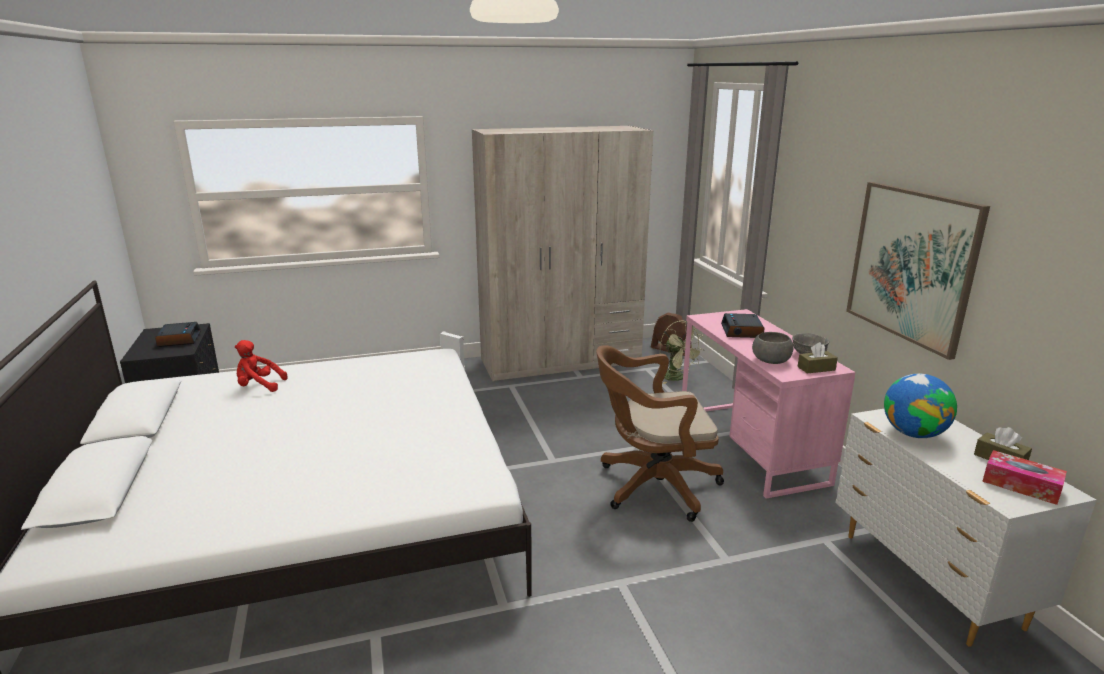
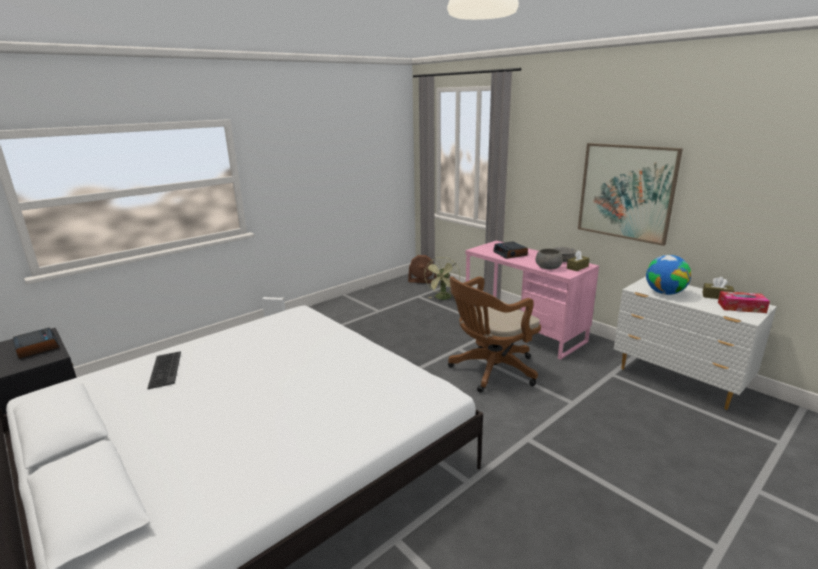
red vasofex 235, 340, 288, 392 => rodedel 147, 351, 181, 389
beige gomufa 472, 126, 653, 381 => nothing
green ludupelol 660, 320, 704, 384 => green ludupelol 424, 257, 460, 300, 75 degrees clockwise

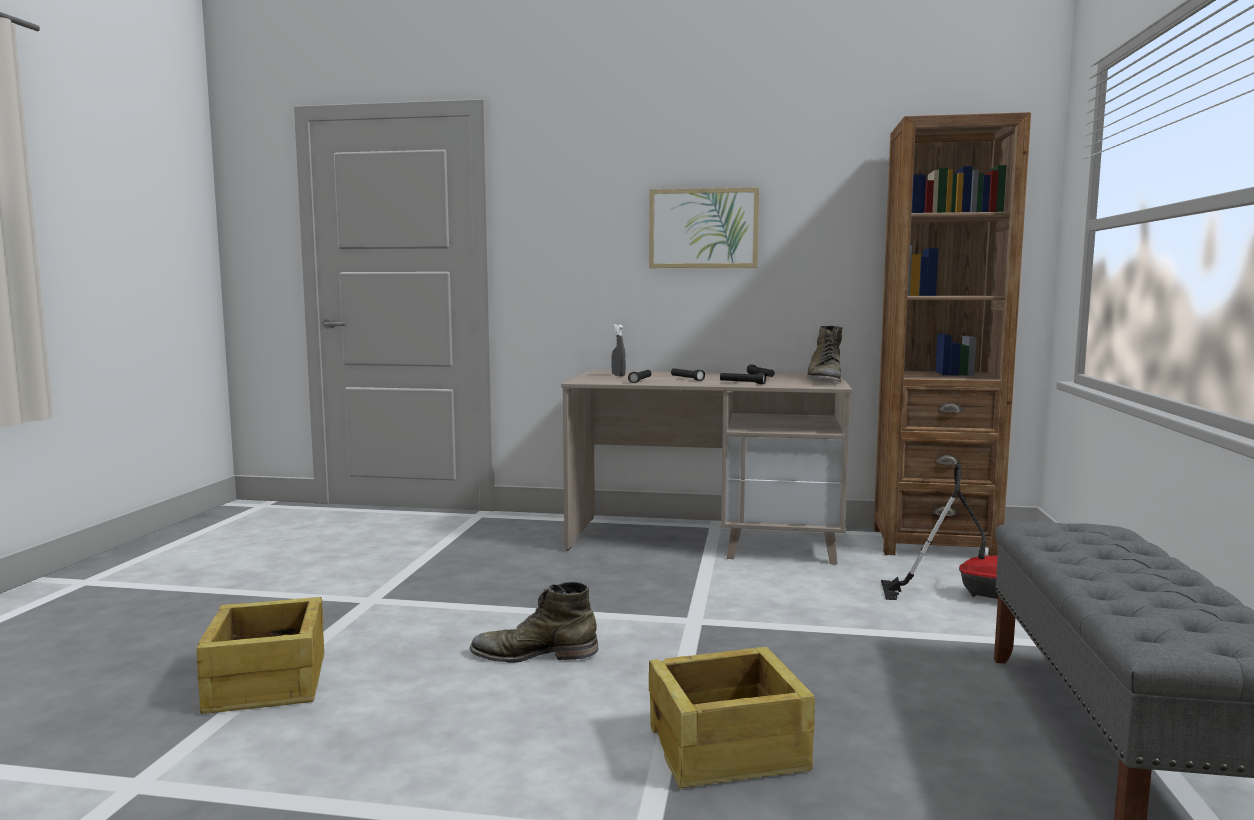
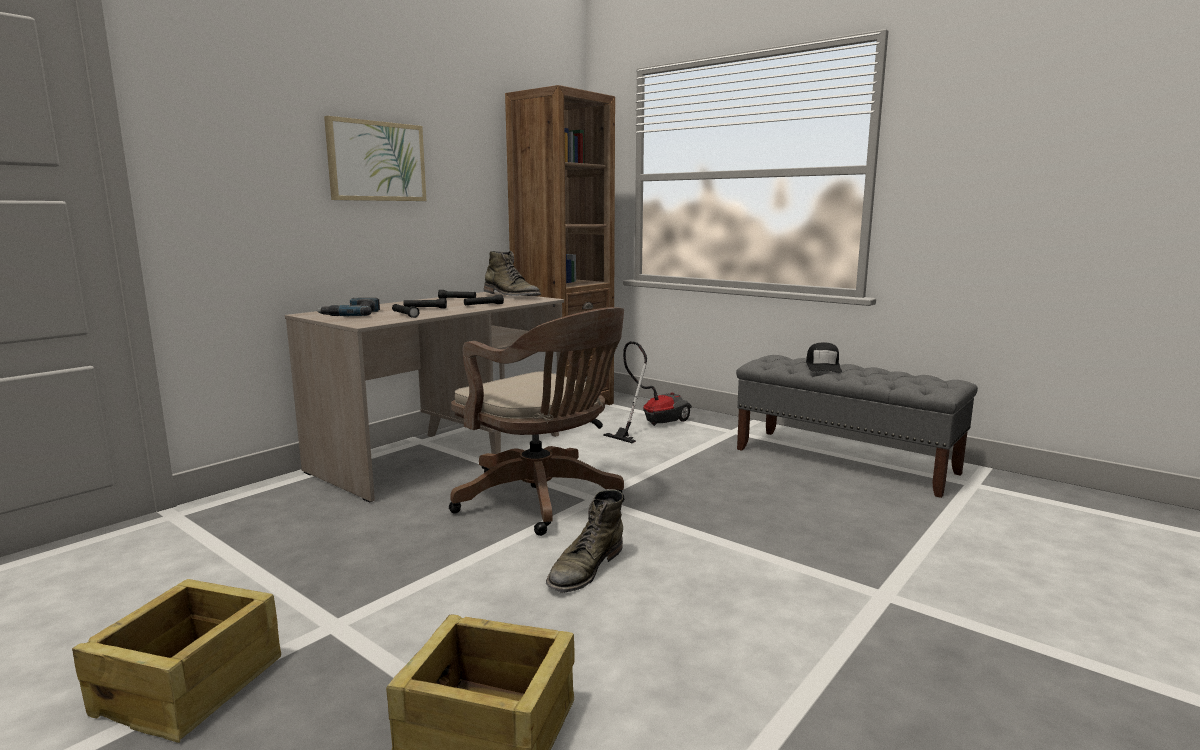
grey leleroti 611, 324, 626, 376 => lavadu 316, 298, 380, 316
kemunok 649, 647, 815, 790 => kemunok 72, 579, 281, 743, moved
nothing => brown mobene 449, 307, 624, 536
nothing => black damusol 806, 342, 842, 372

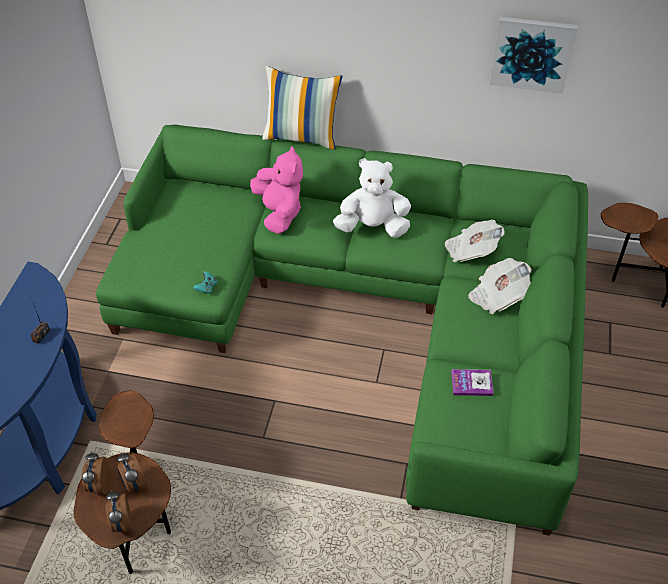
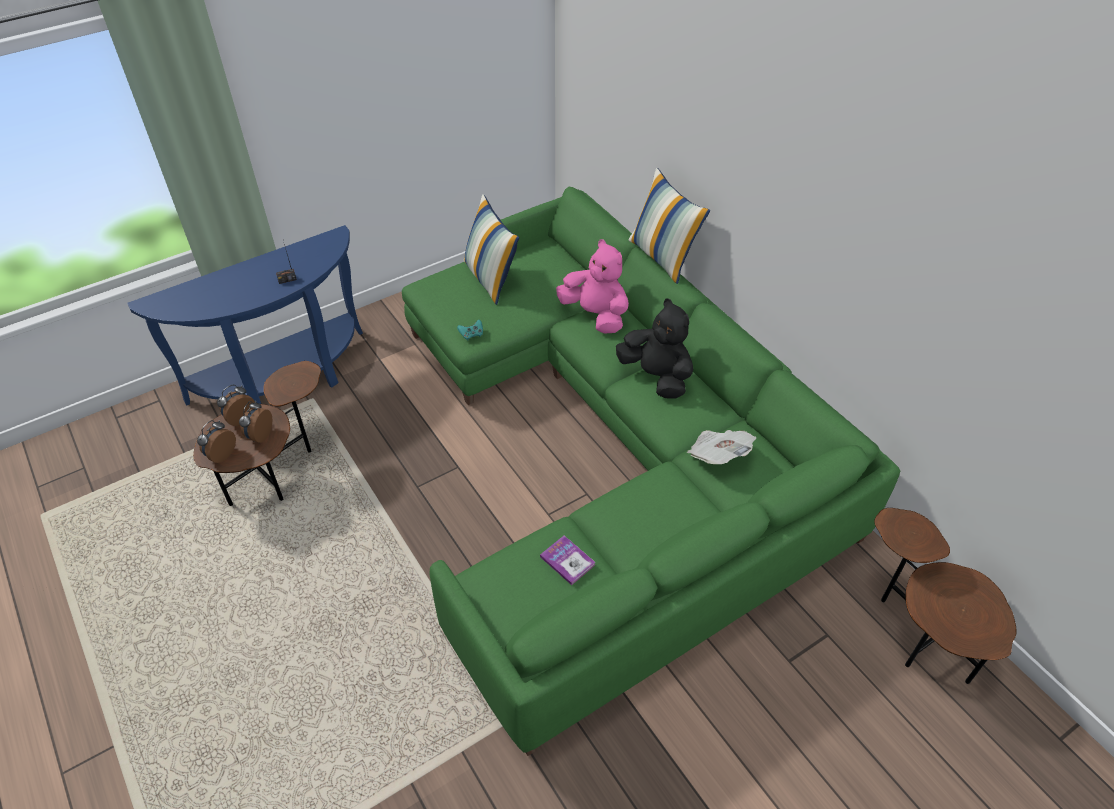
pink vasofex 250, 146, 303, 234 => pink vasofex 556, 239, 629, 334, 75 degrees counterclockwise
white vasofex 333, 158, 411, 238 => black vasofex 616, 298, 693, 398
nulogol 468, 258, 532, 314 => nothing
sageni 489, 17, 577, 94 => nothing
nothing => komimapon 464, 194, 519, 305

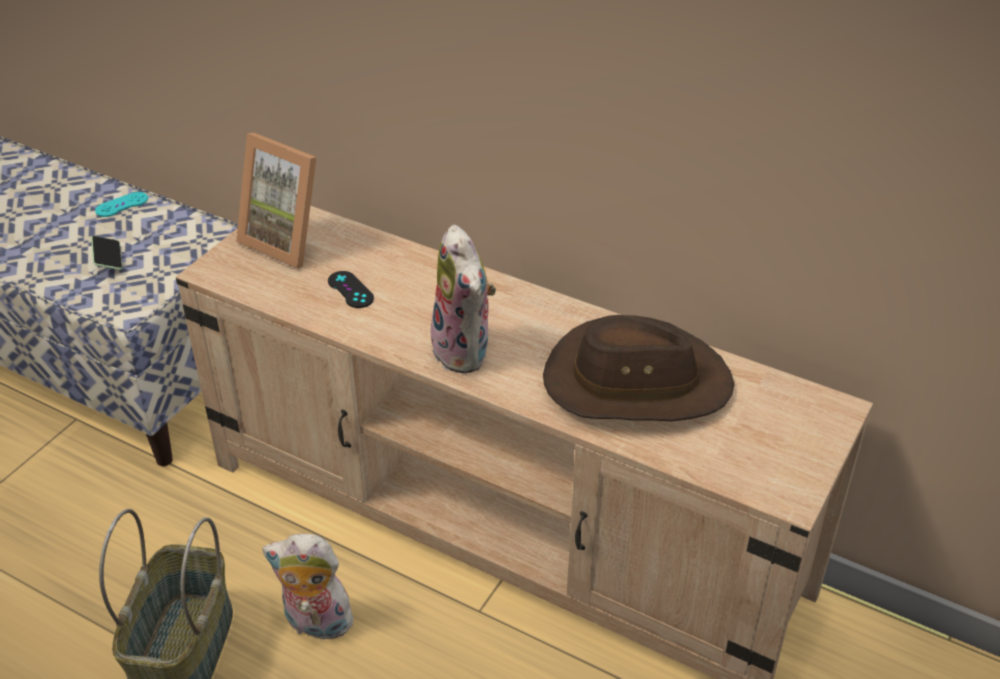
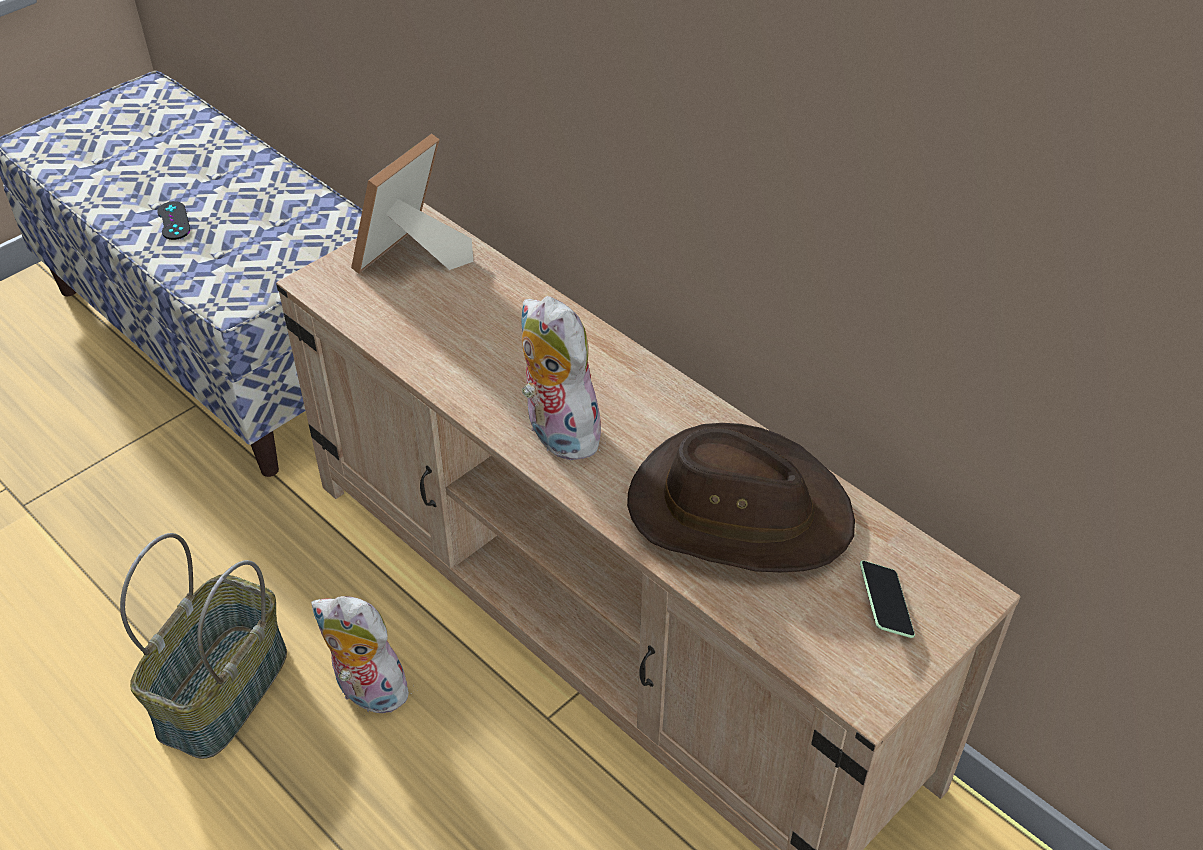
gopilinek 91, 236, 123, 270 => gopilinek 860, 560, 915, 638, moved
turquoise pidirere 95, 192, 148, 217 => nothing
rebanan 236, 132, 316, 269 => rebanan 351, 133, 473, 274, 75 degrees clockwise
black pidirere 328, 271, 374, 308 => black pidirere 157, 201, 190, 240, moved
vasofex 430, 225, 496, 373 => vasofex 522, 296, 602, 460, 150 degrees clockwise

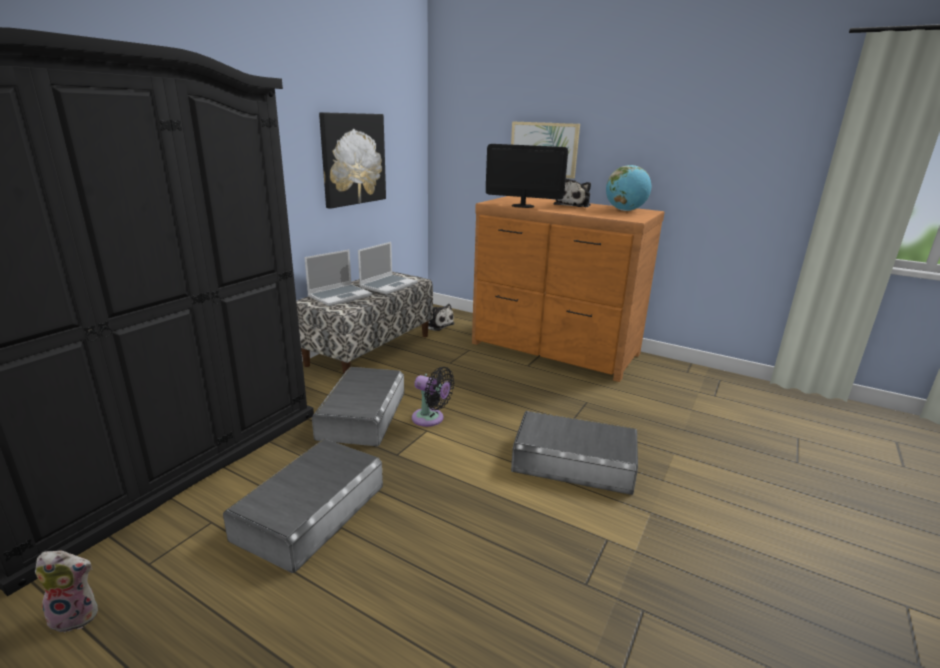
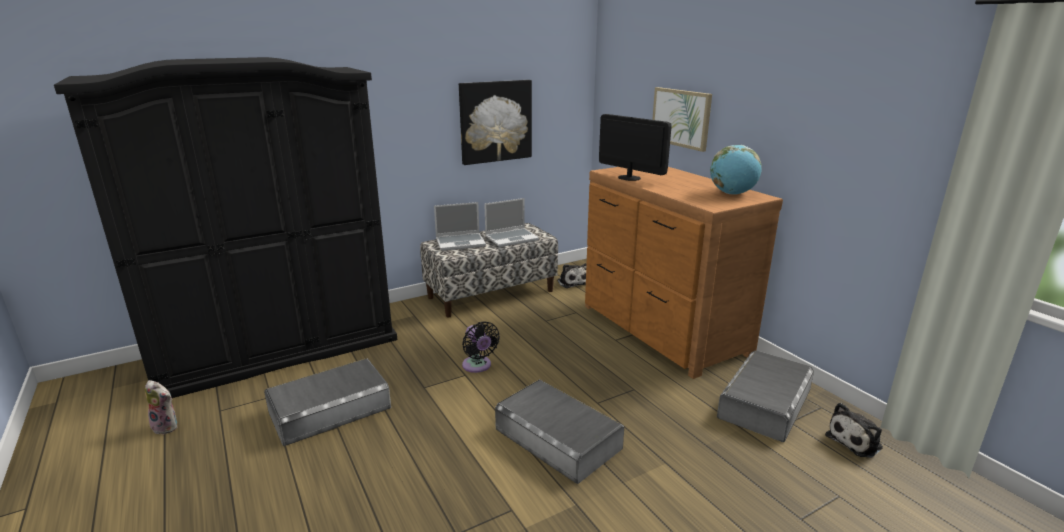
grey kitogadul 312, 367, 404, 446 => grey kitogadul 717, 350, 814, 442, moved
vasofex 554, 178, 591, 208 => vasofex 825, 403, 883, 458, moved

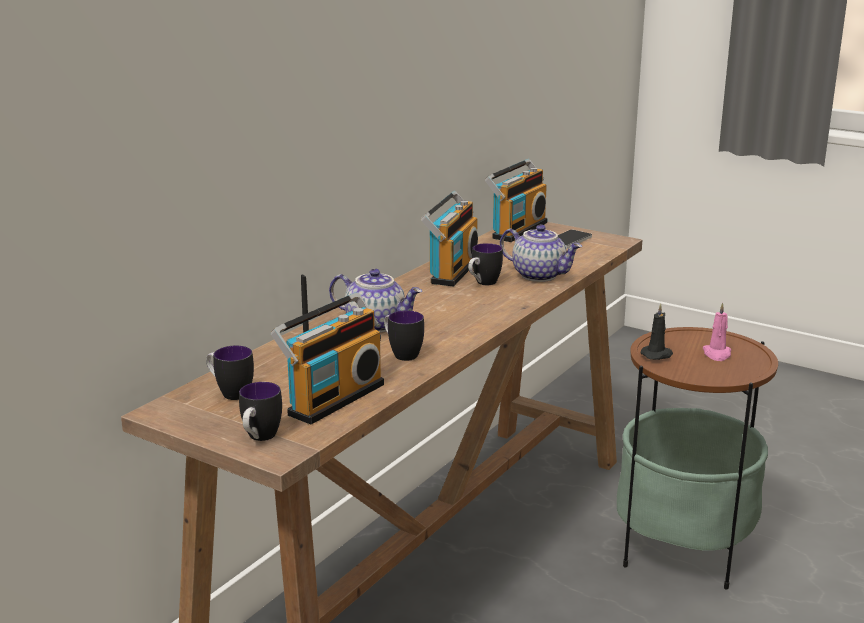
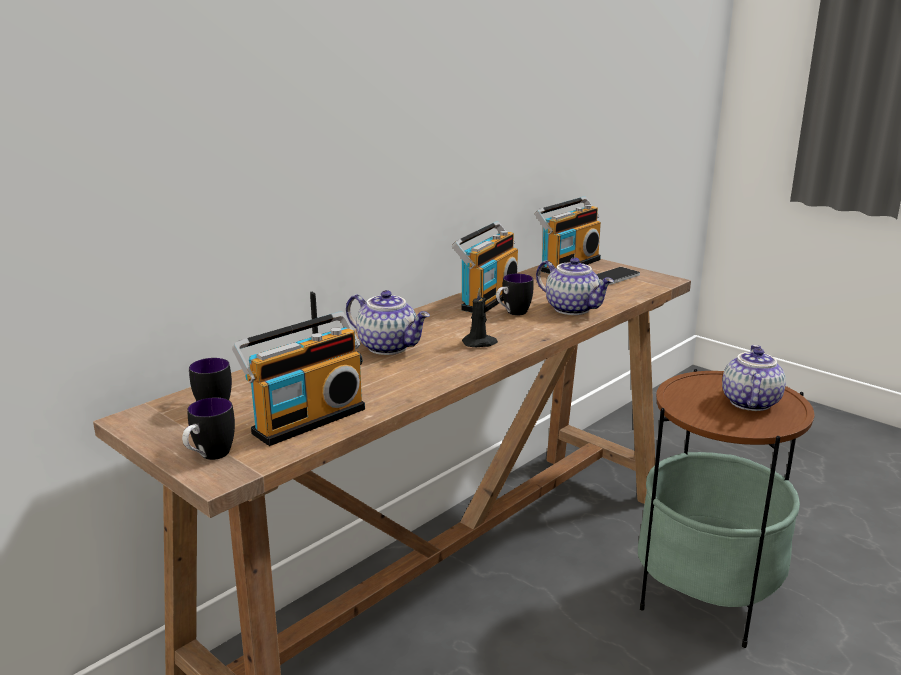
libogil 384, 310, 424, 361 => nothing
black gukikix 641, 304, 673, 360 => black gukikix 462, 287, 498, 347, moved
pink gukikix 703, 302, 731, 361 => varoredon 722, 345, 786, 411

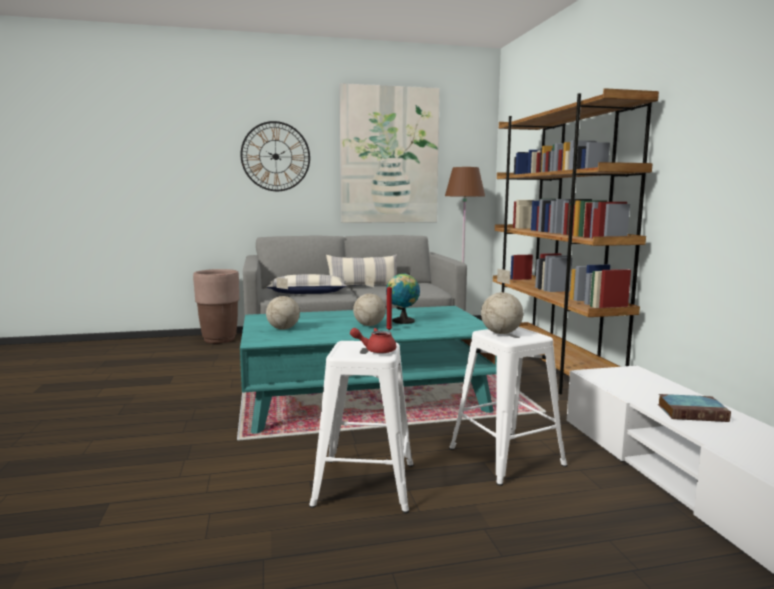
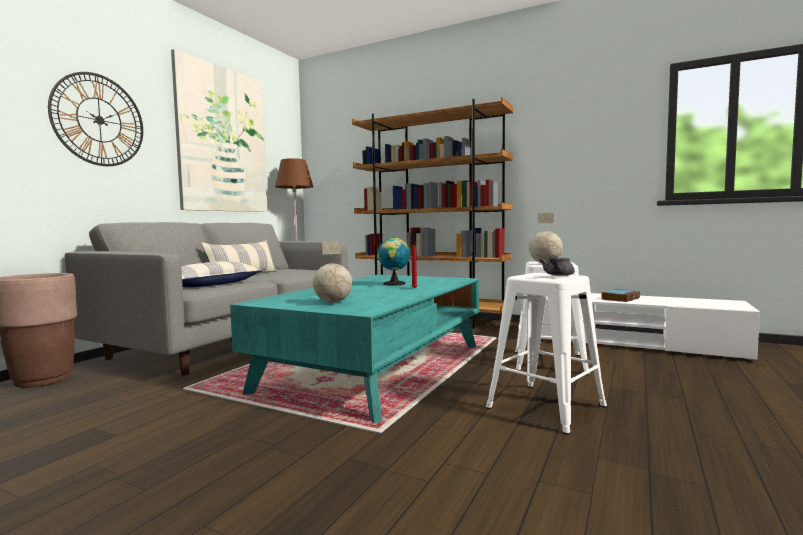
red varoredon 350, 328, 396, 353 => grey varoredon 540, 255, 574, 276
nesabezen 353, 275, 386, 326 => nothing

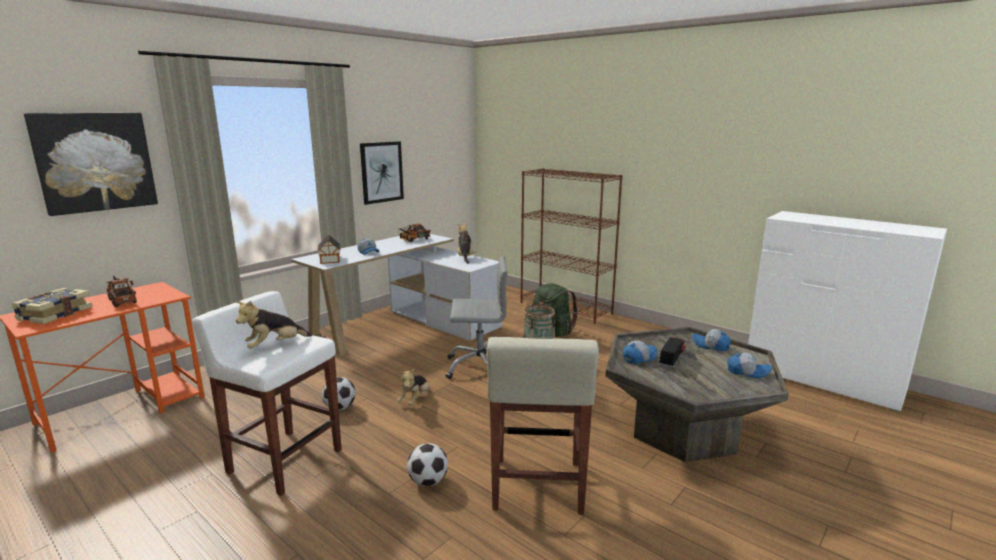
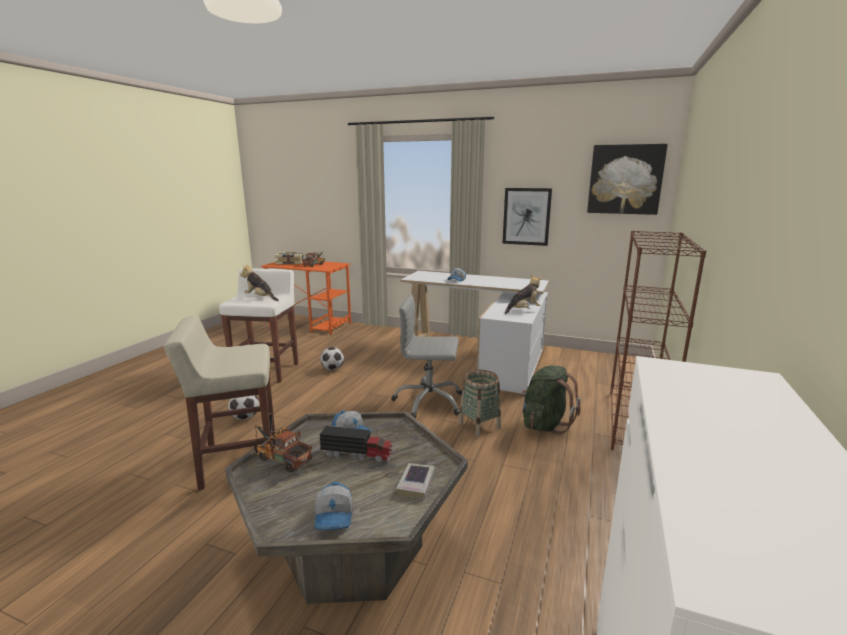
sageni 24, 113, 158, 216 => sageni 587, 144, 668, 215, moved
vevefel 318, 235, 340, 264 => nothing
vasofex 397, 369, 429, 405 => nothing
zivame 398, 223, 431, 242 => zivame 254, 425, 312, 472, moved
grey mobene 445, 256, 508, 379 => grey mobene 391, 294, 462, 419, 120 degrees clockwise
damusol 692, 329, 731, 351 => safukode 396, 463, 435, 498

